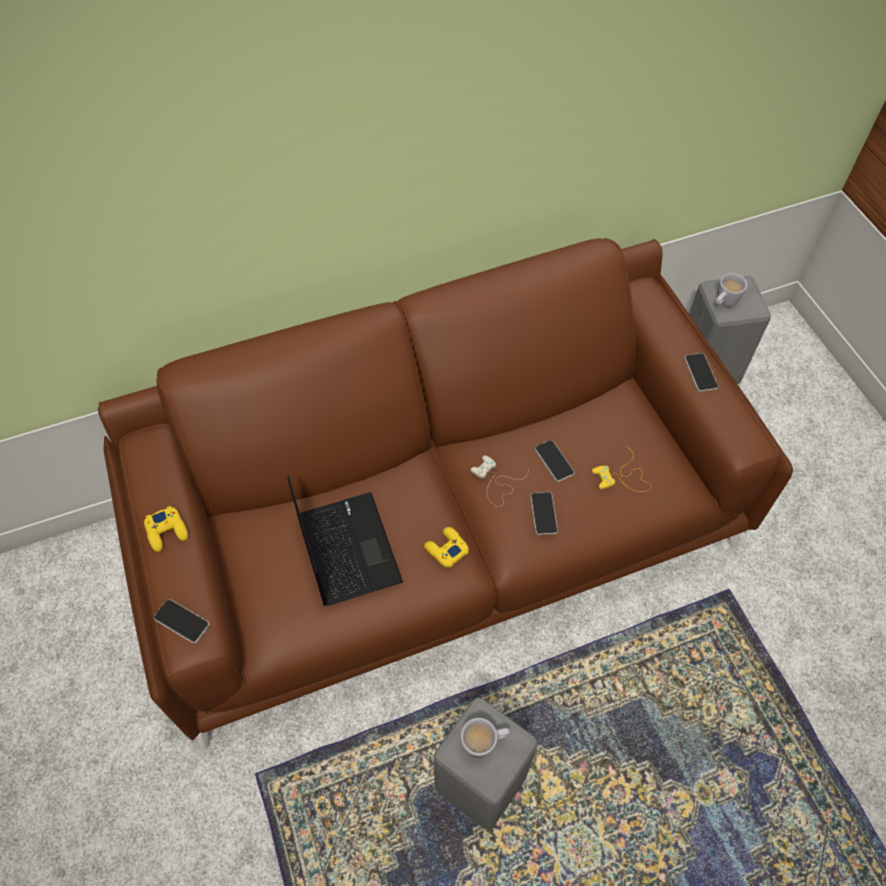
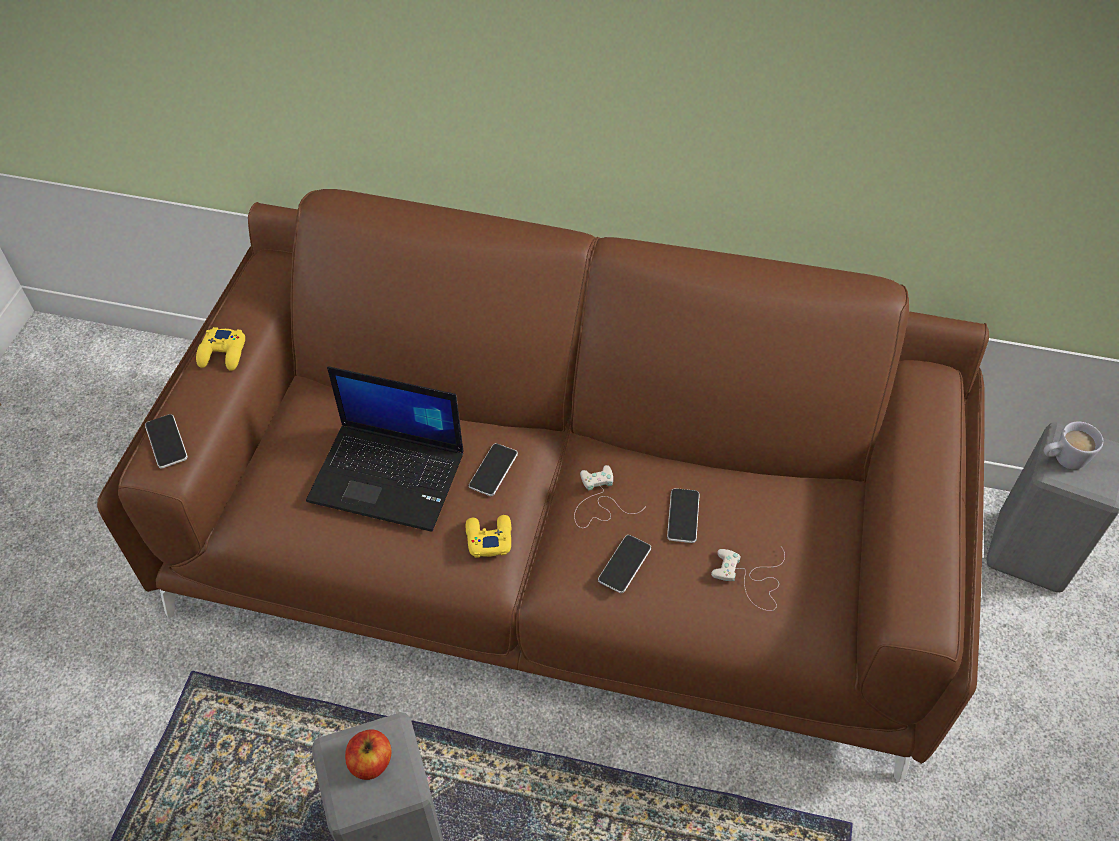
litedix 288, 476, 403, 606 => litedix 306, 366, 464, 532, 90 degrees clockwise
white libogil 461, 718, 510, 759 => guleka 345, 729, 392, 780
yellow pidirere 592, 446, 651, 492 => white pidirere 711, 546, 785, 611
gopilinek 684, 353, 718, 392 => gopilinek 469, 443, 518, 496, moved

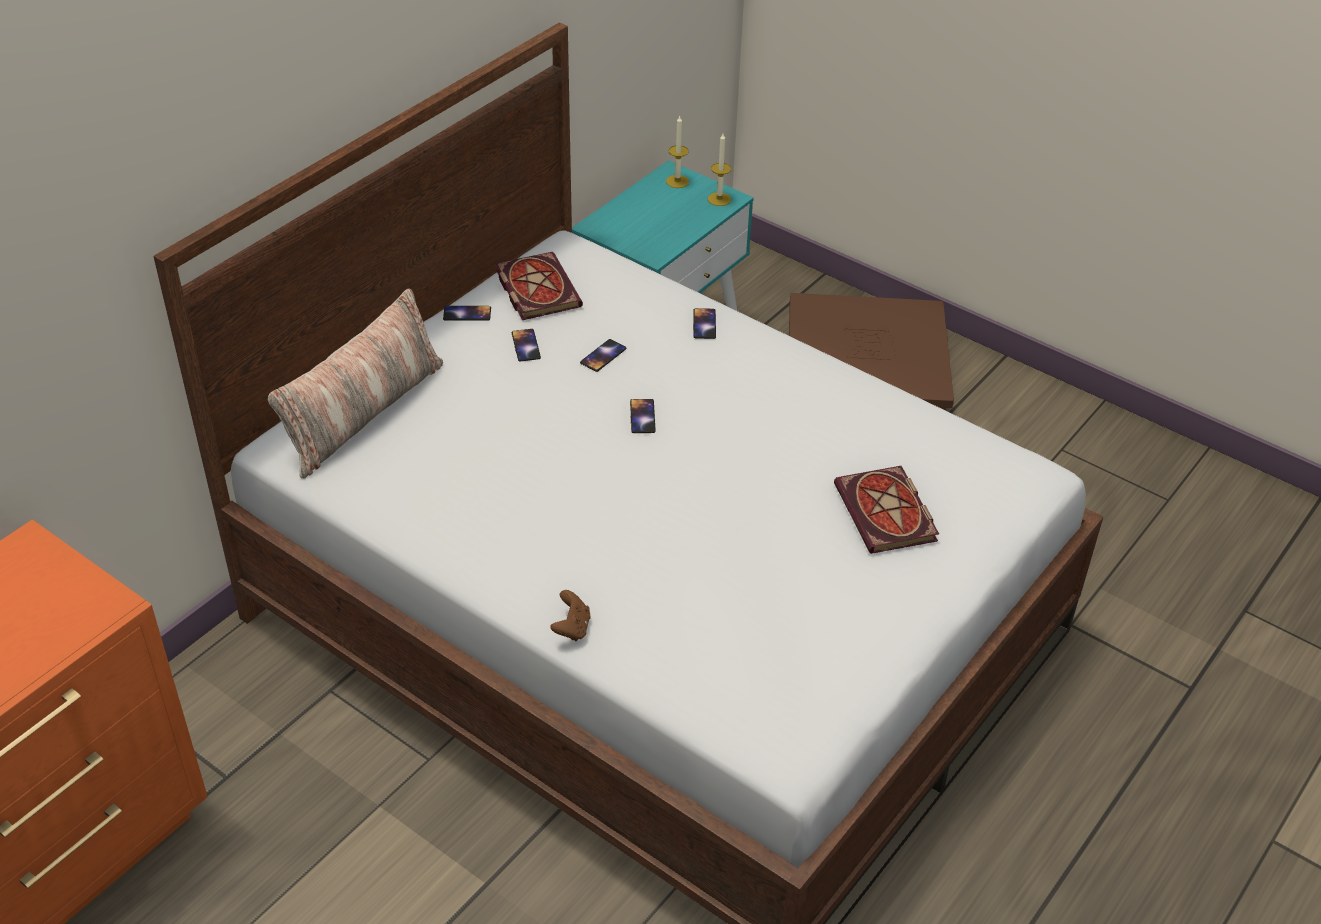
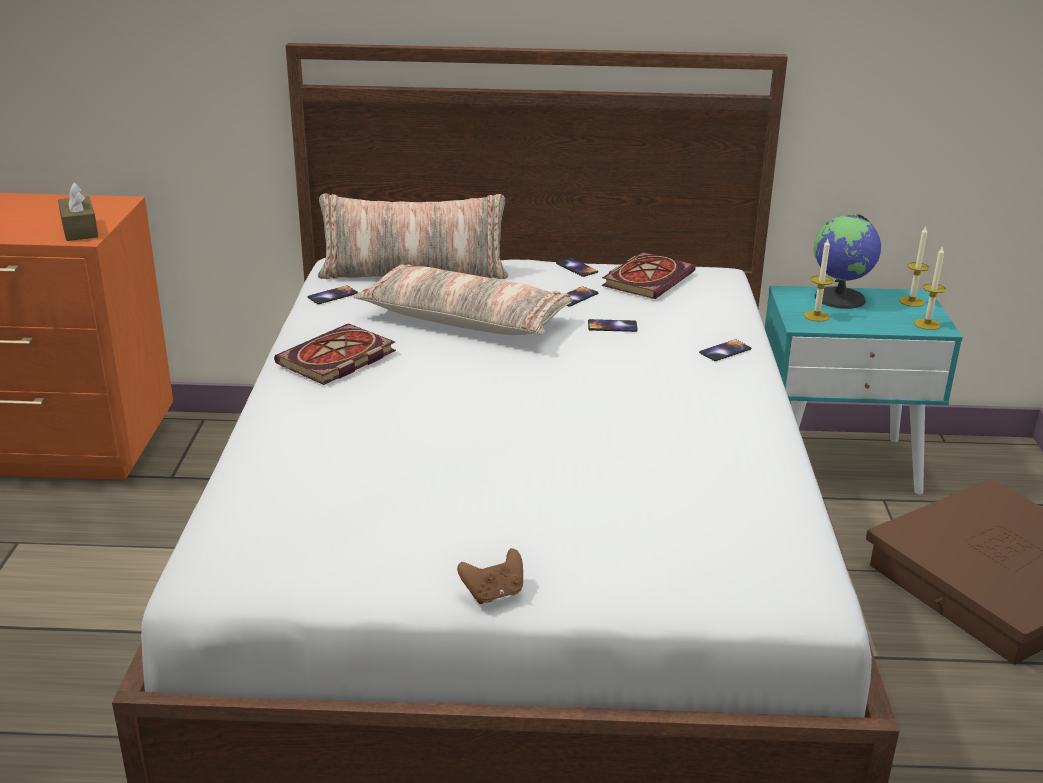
brown pidirere 550, 590, 591, 641 => brown pidirere 457, 548, 523, 604, moved
gopilinek 630, 399, 656, 433 => gopilinek 307, 286, 358, 304, moved
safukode 834, 466, 939, 554 => safukode 274, 323, 396, 385, moved
nothing => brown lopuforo 58, 182, 98, 241
nothing => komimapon 353, 264, 573, 335
nothing => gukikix 804, 239, 833, 322
nothing => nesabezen 814, 214, 881, 309

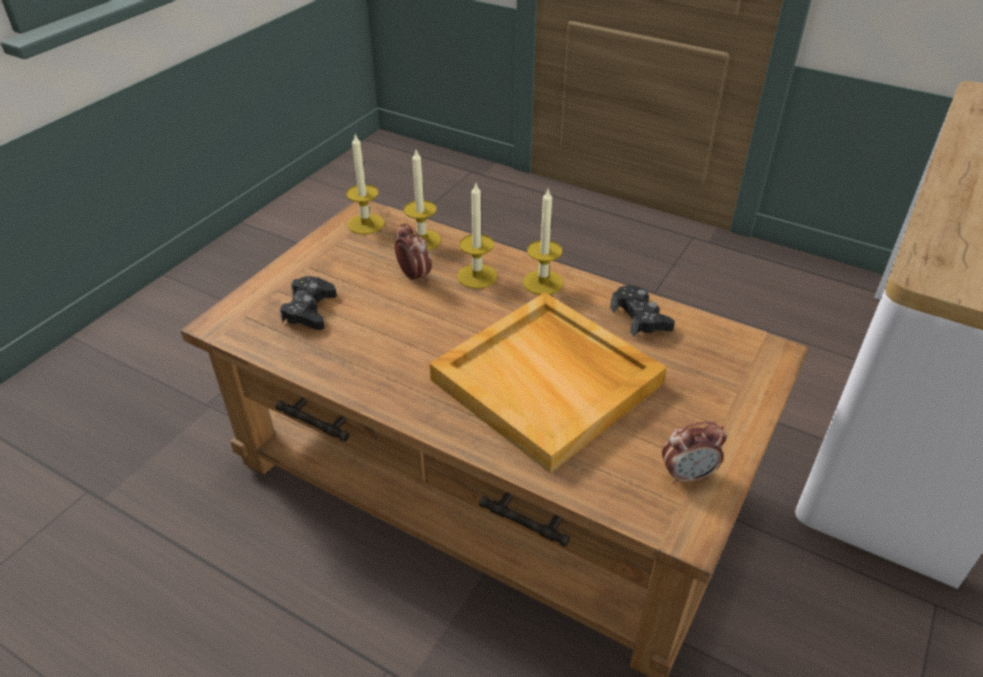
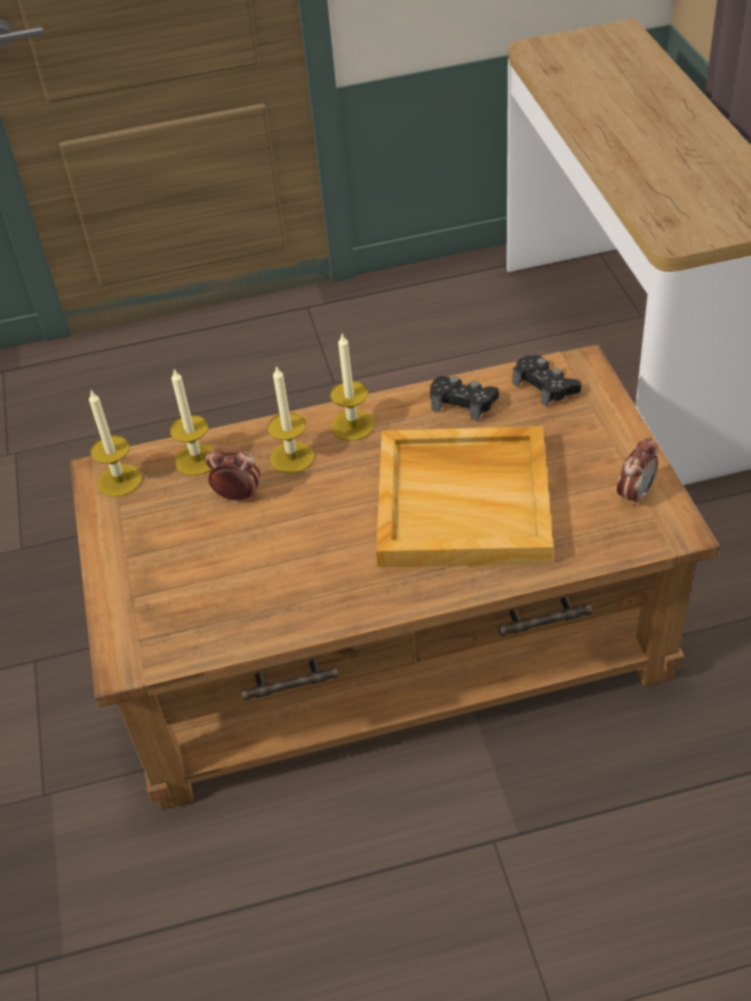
black pidirere 280, 276, 337, 330 => black pidirere 512, 355, 581, 407, moved

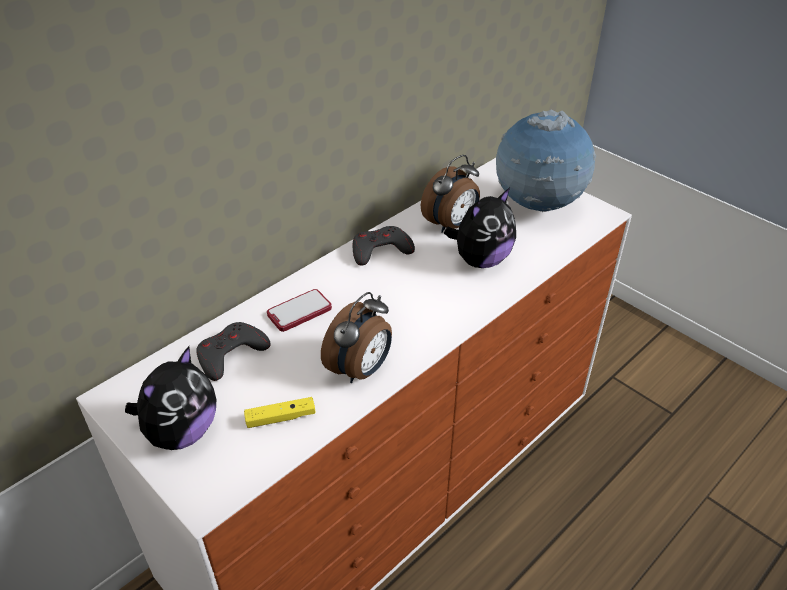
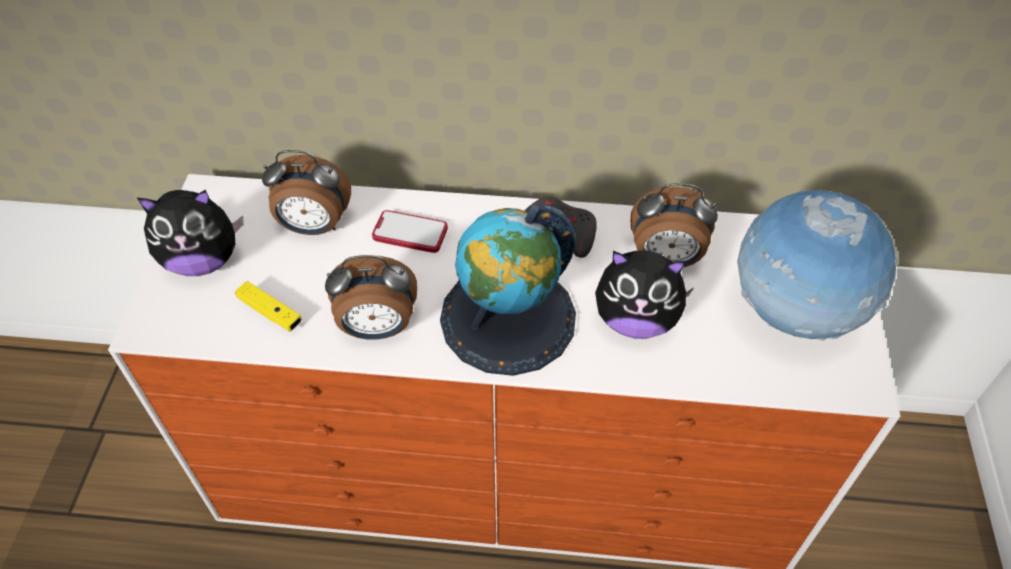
grey pidirere 196, 322, 271, 381 => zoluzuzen 262, 150, 351, 235
nothing => nesabezen 440, 204, 576, 376

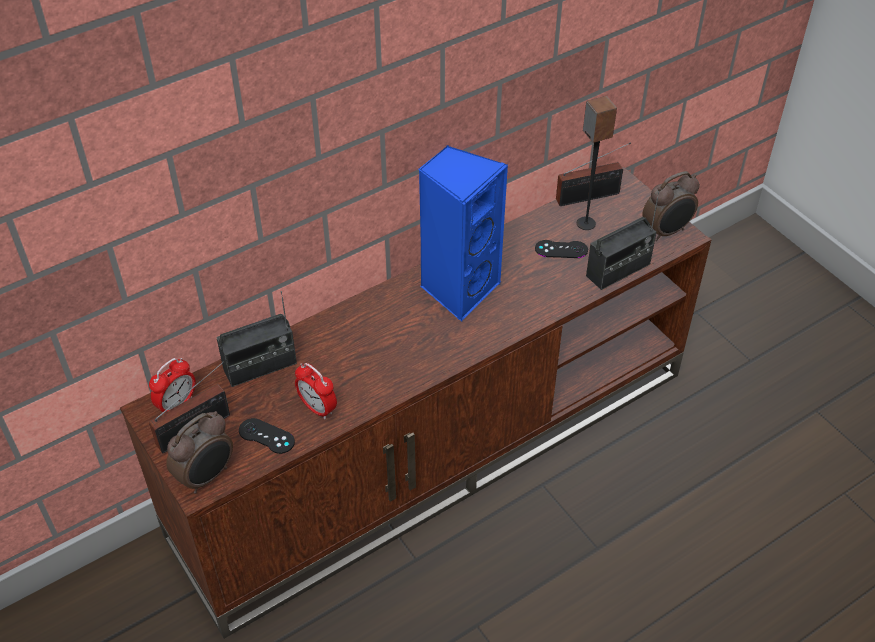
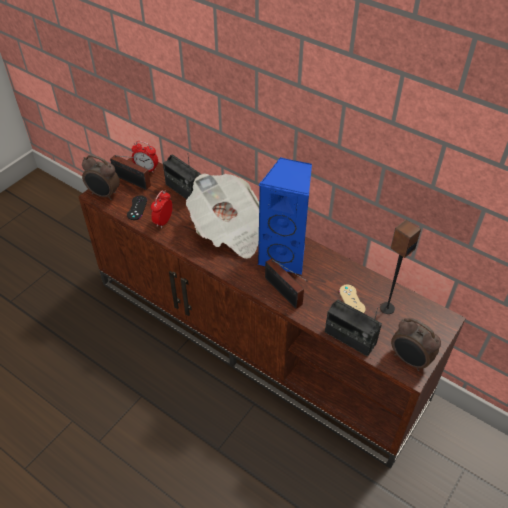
black pidirere 535, 240, 588, 258 => beige pidirere 339, 284, 366, 313
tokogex 556, 142, 631, 206 => tokogex 265, 258, 308, 309, moved
nothing => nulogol 186, 173, 259, 259

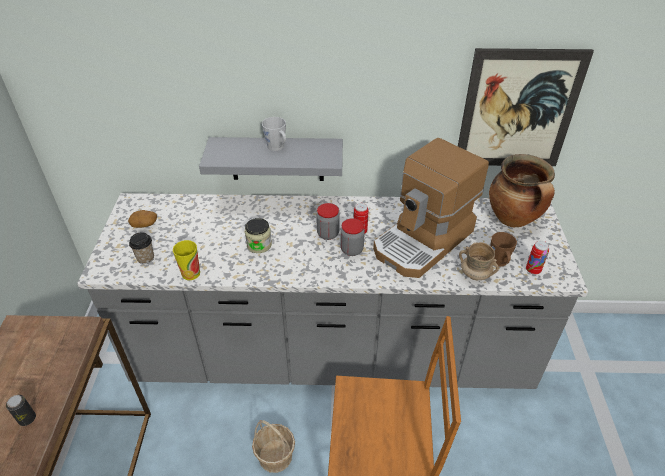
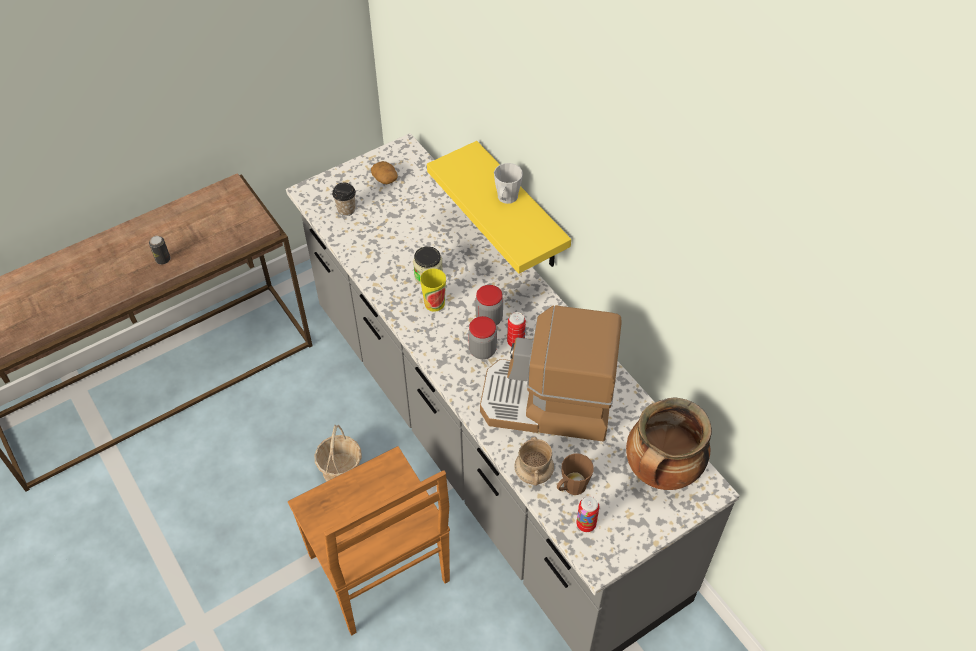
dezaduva 173, 240, 200, 280 => dezaduva 420, 269, 446, 312, moved
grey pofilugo 199, 137, 343, 181 => yellow pofilugo 427, 141, 571, 274
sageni 458, 48, 594, 166 => nothing

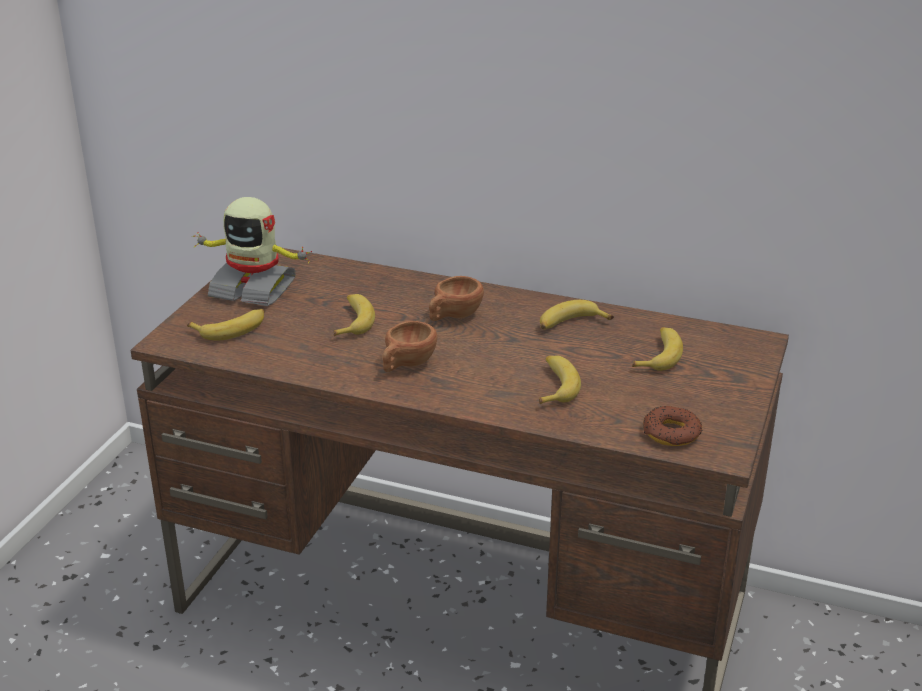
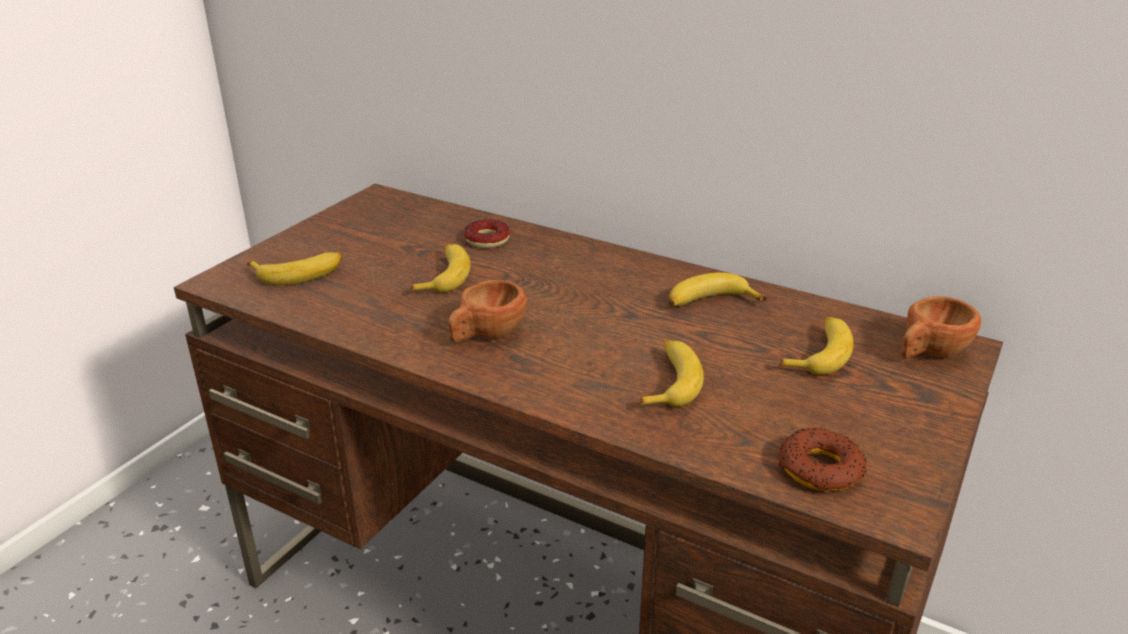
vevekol 191, 197, 312, 306 => nothing
brown dezaduva 429, 276, 484, 321 => brown dezaduva 901, 296, 981, 358, moved
nothing => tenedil 464, 219, 510, 248

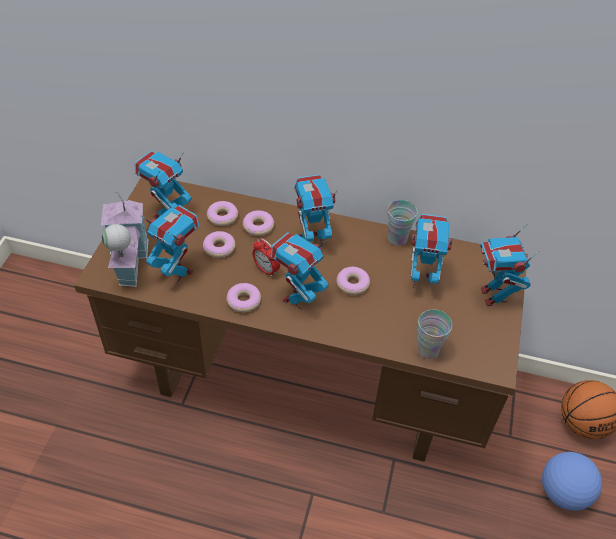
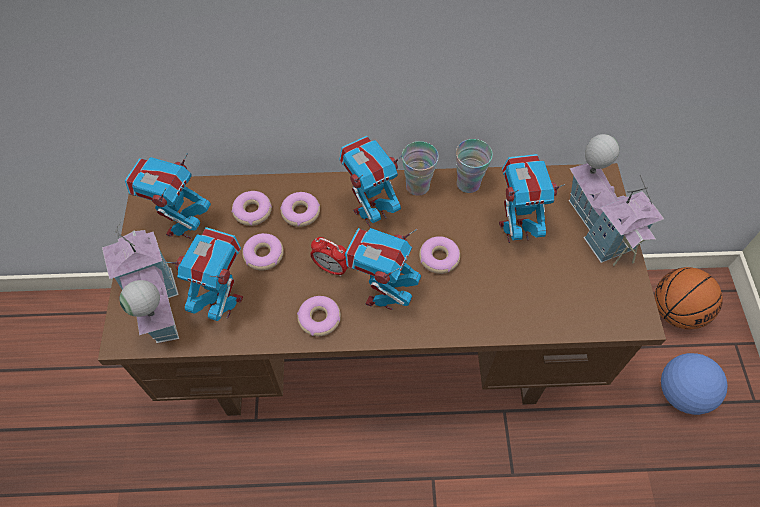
dezaduva 417, 310, 452, 359 => dezaduva 402, 141, 439, 196, moved
vevekol 480, 223, 540, 306 => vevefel 569, 134, 664, 266

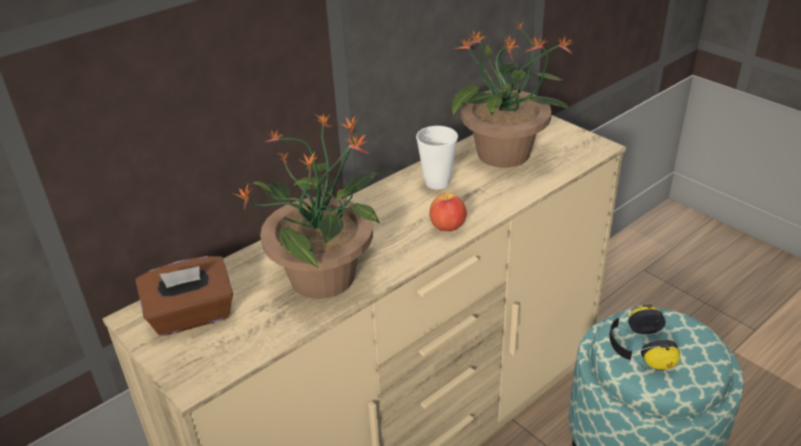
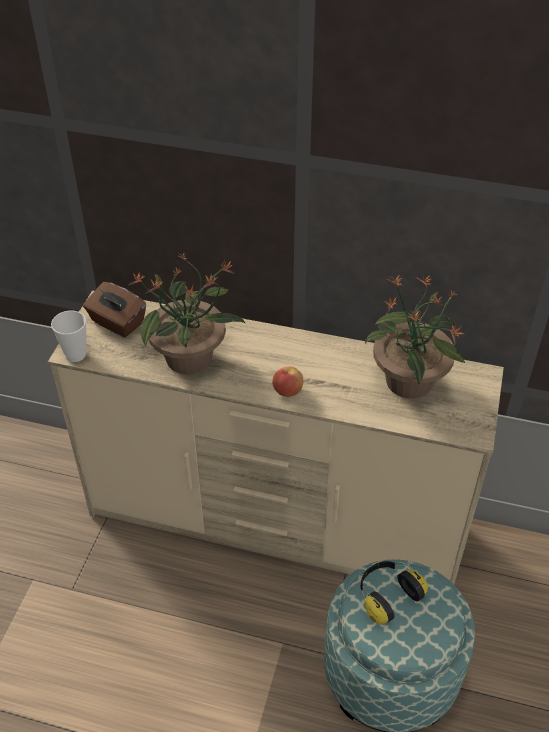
dezaduva 416, 126, 458, 189 => dezaduva 51, 311, 87, 362, moved

